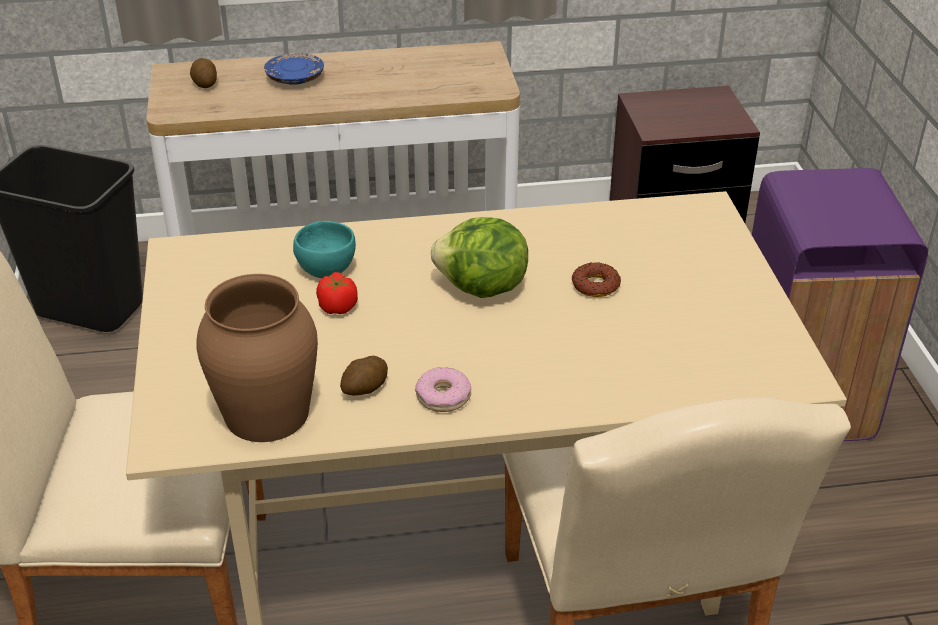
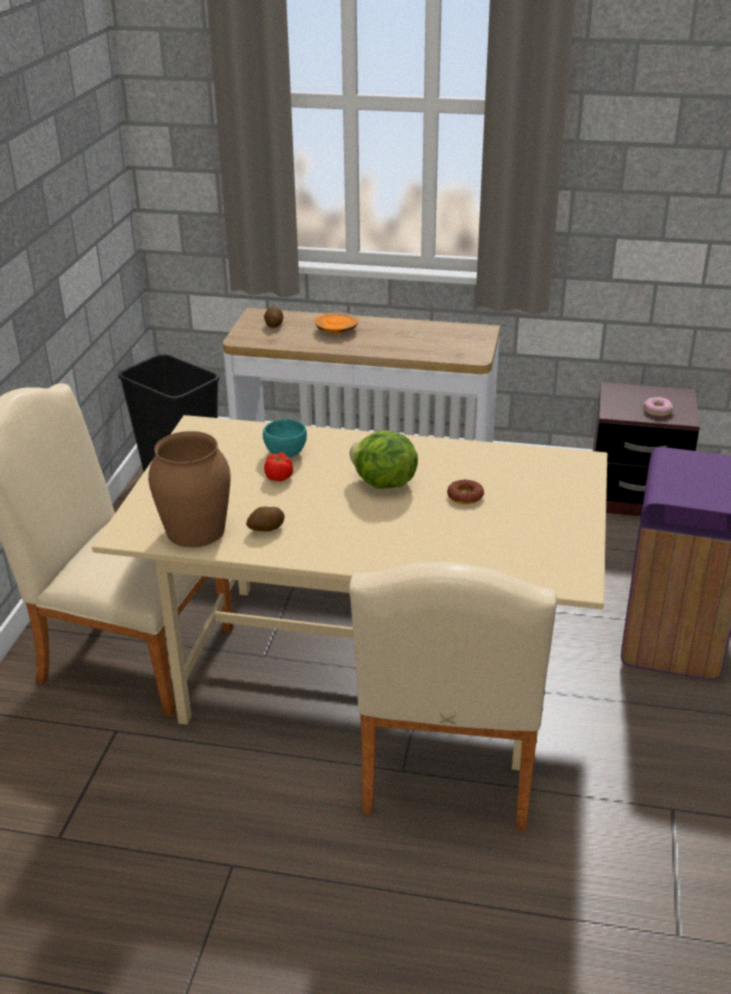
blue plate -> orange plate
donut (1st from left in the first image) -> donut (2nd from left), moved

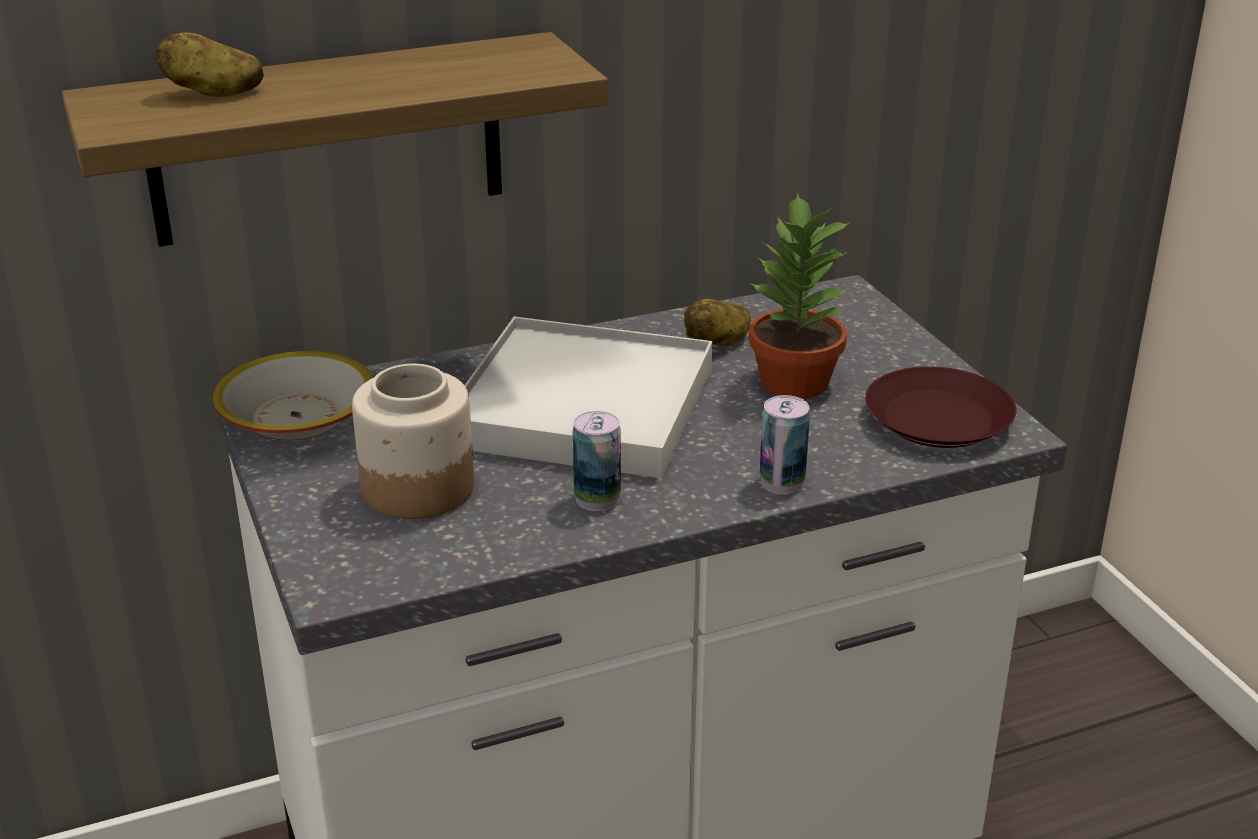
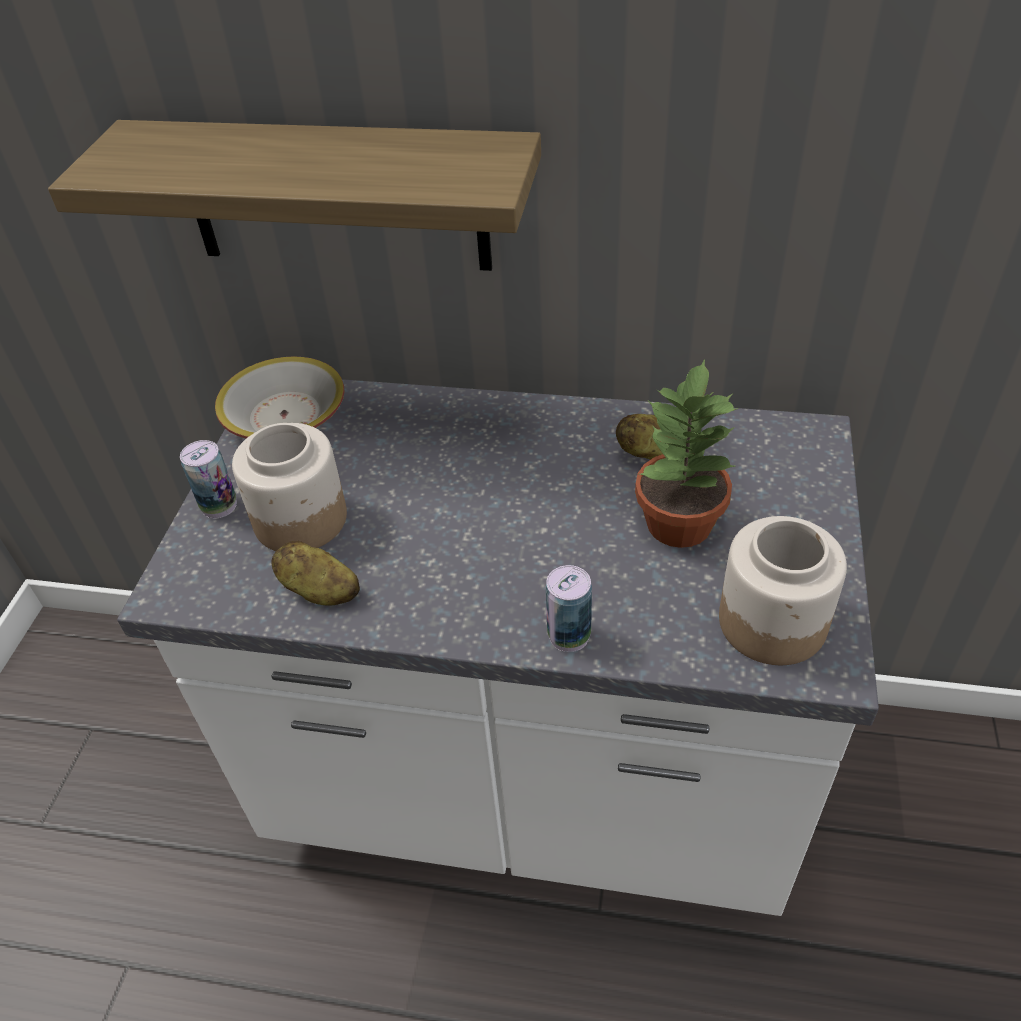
potato (1st from left), moved
white tray -> none
can (1st from left), moved
brown plate -> jar (2nd from left)

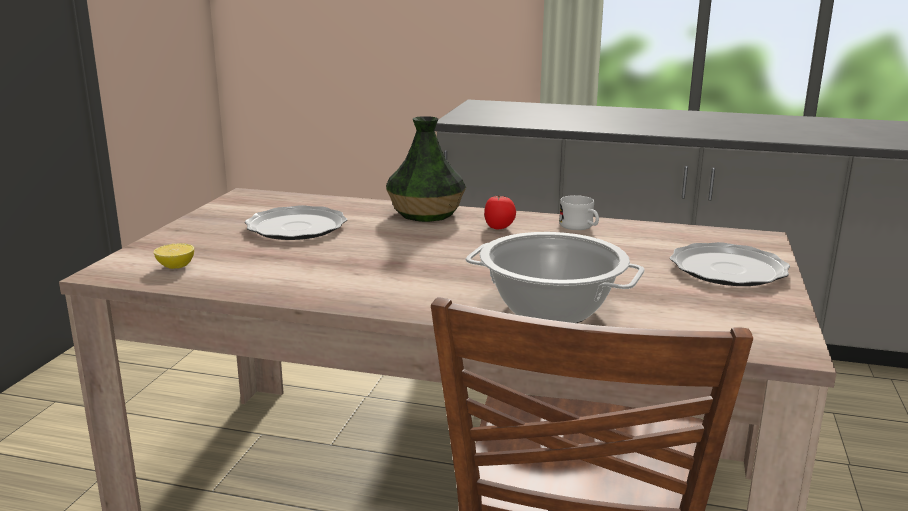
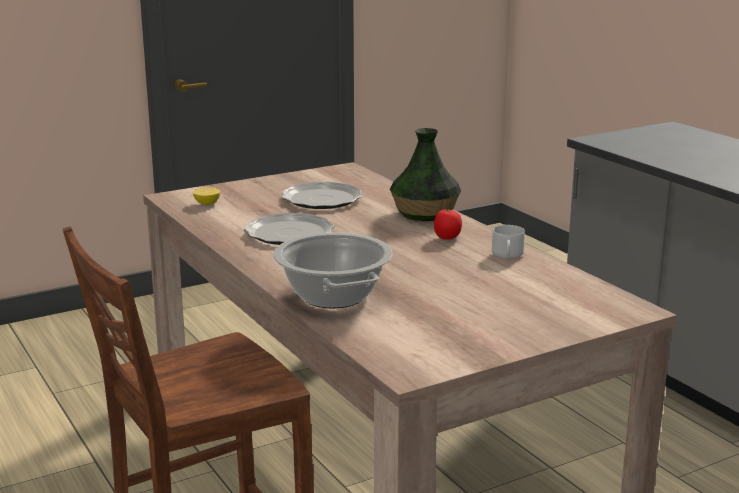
plate (2nd from left in the first image) -> plate (1st from left), moved

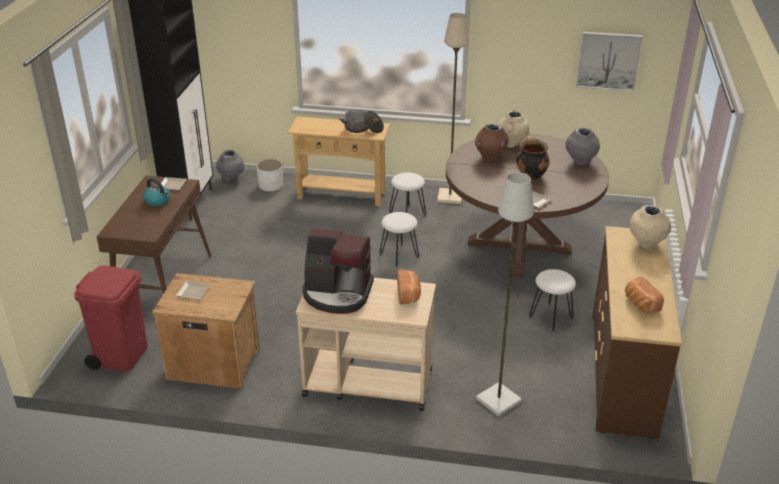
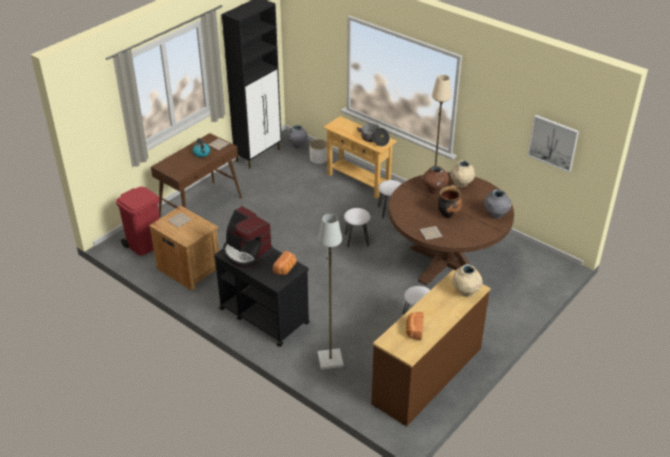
beige cart -> black cart

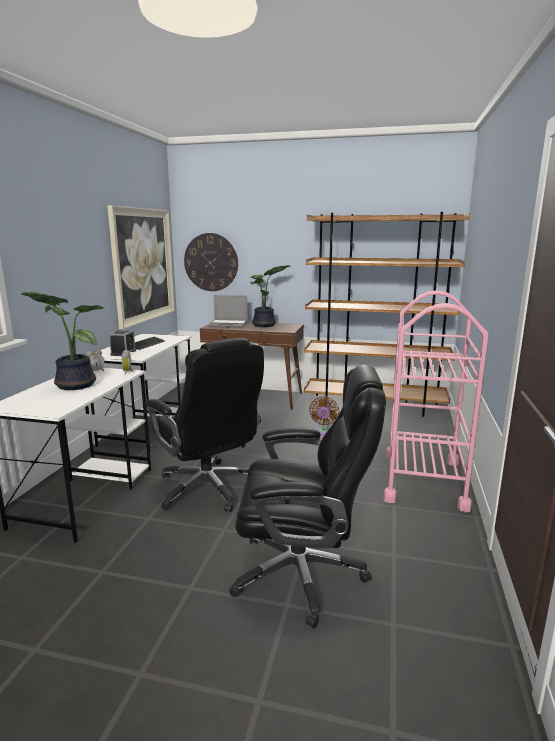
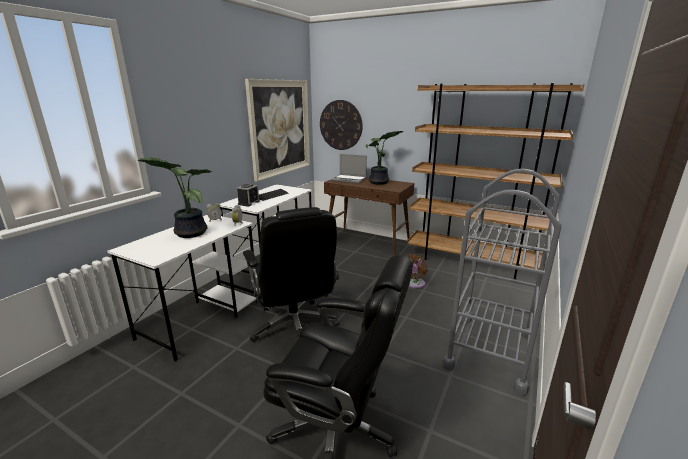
pink cart -> grey cart

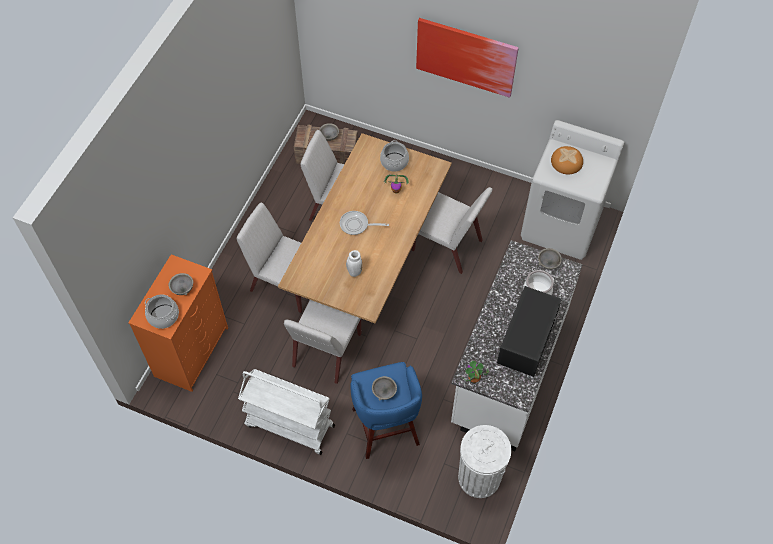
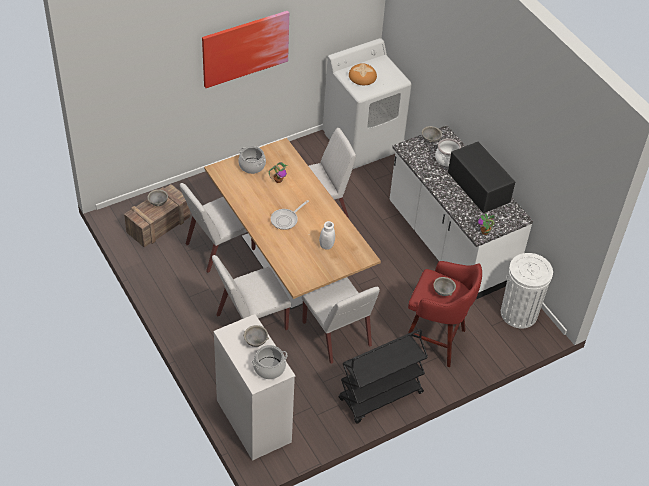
orange dresser -> white dresser
white cart -> black cart
blue stool -> red stool

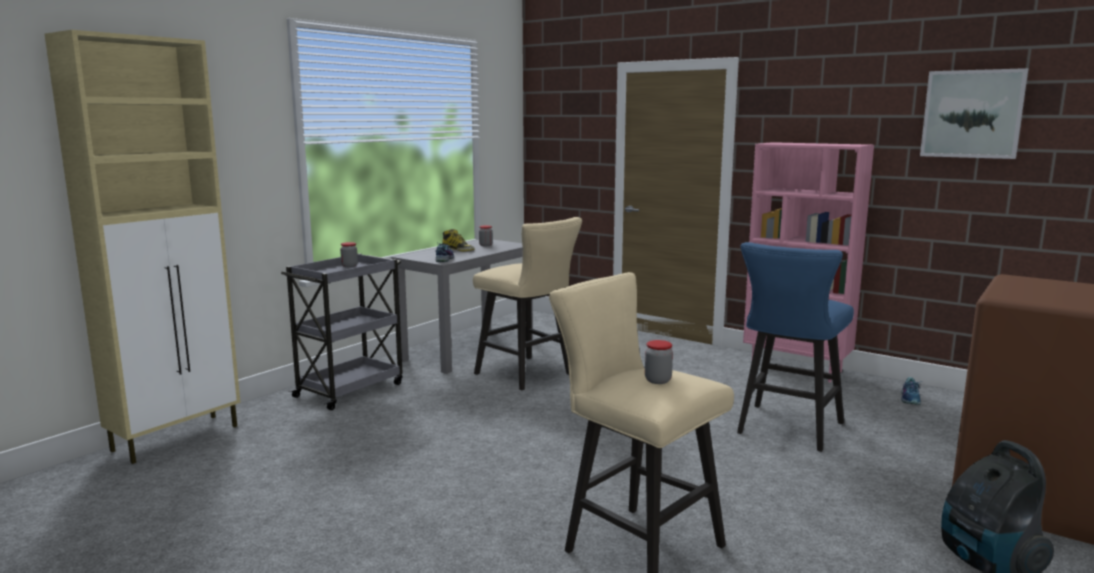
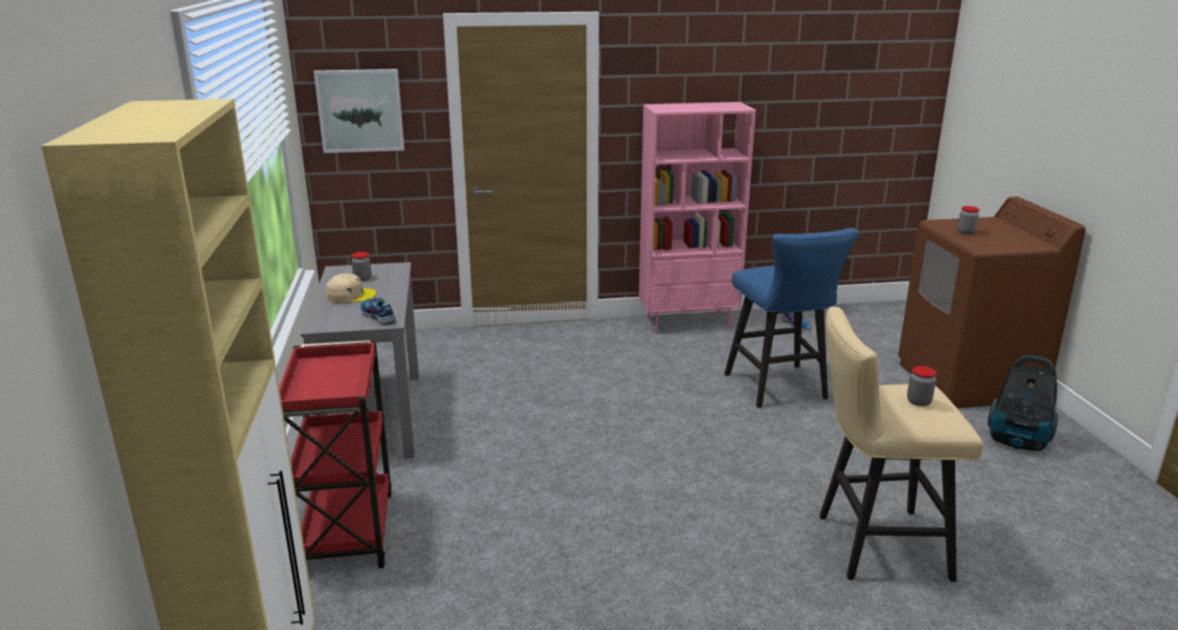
grey cart -> red cart
jar (1st from left in the first image) -> jar (3rd from left), moved
boot -> beige cap
beige stool (1st from left) -> none
picture, moved

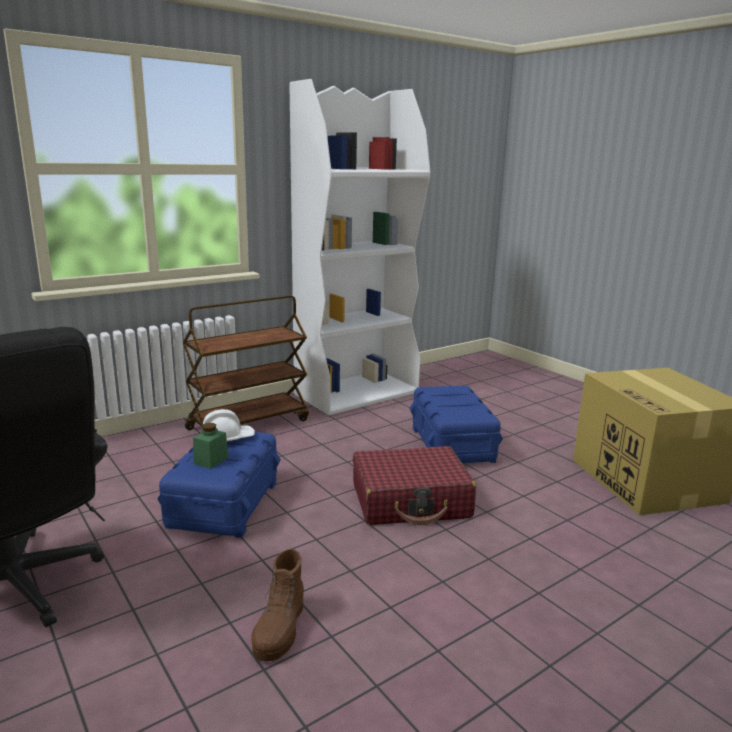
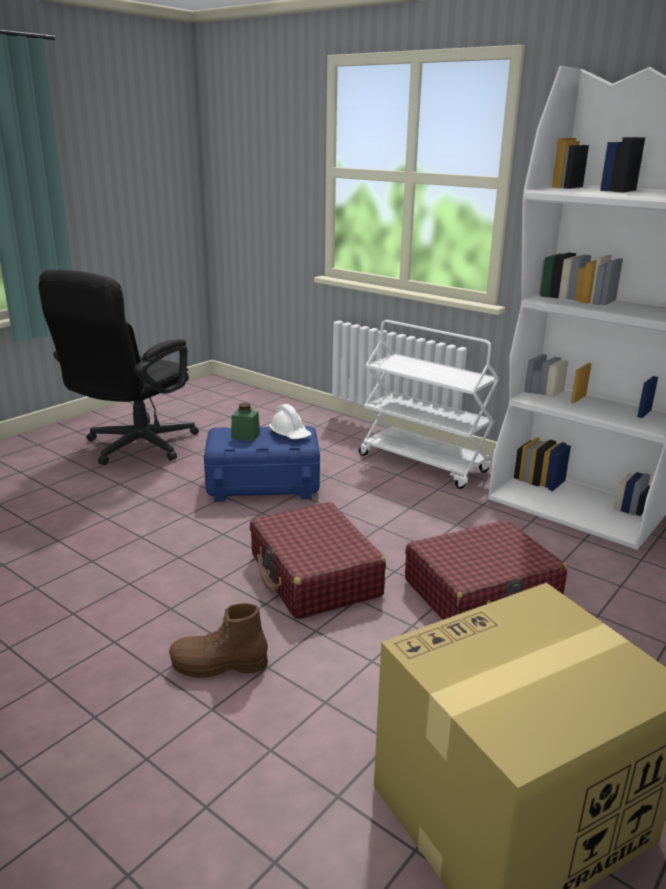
brown cart -> white cart
brown boot, moved
blue storage box (2nd from left) -> red suitcase (2nd from left)

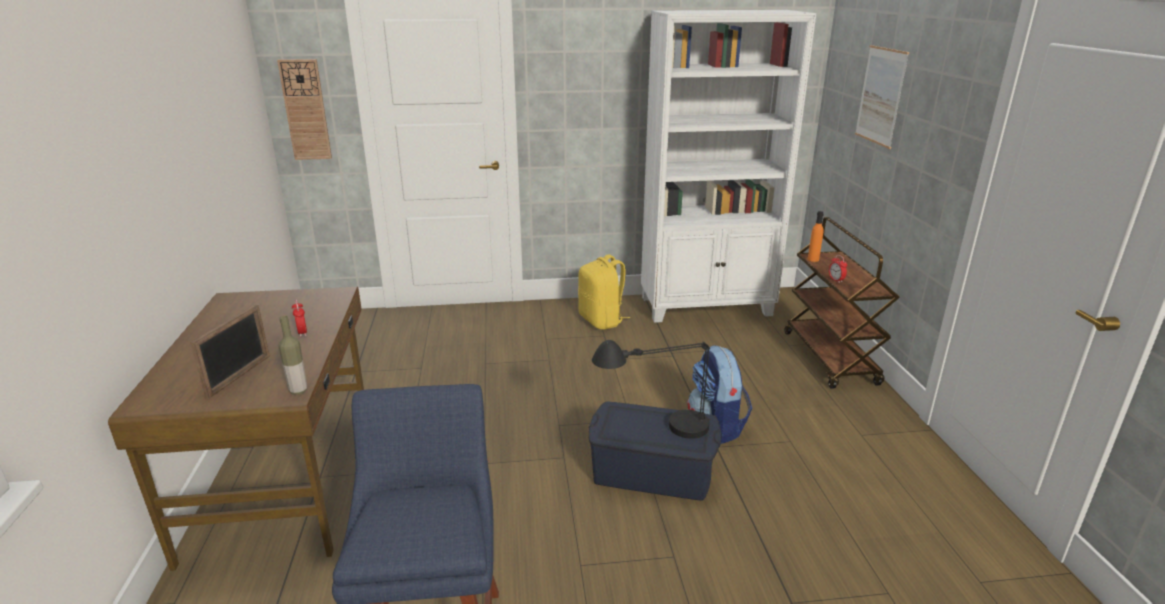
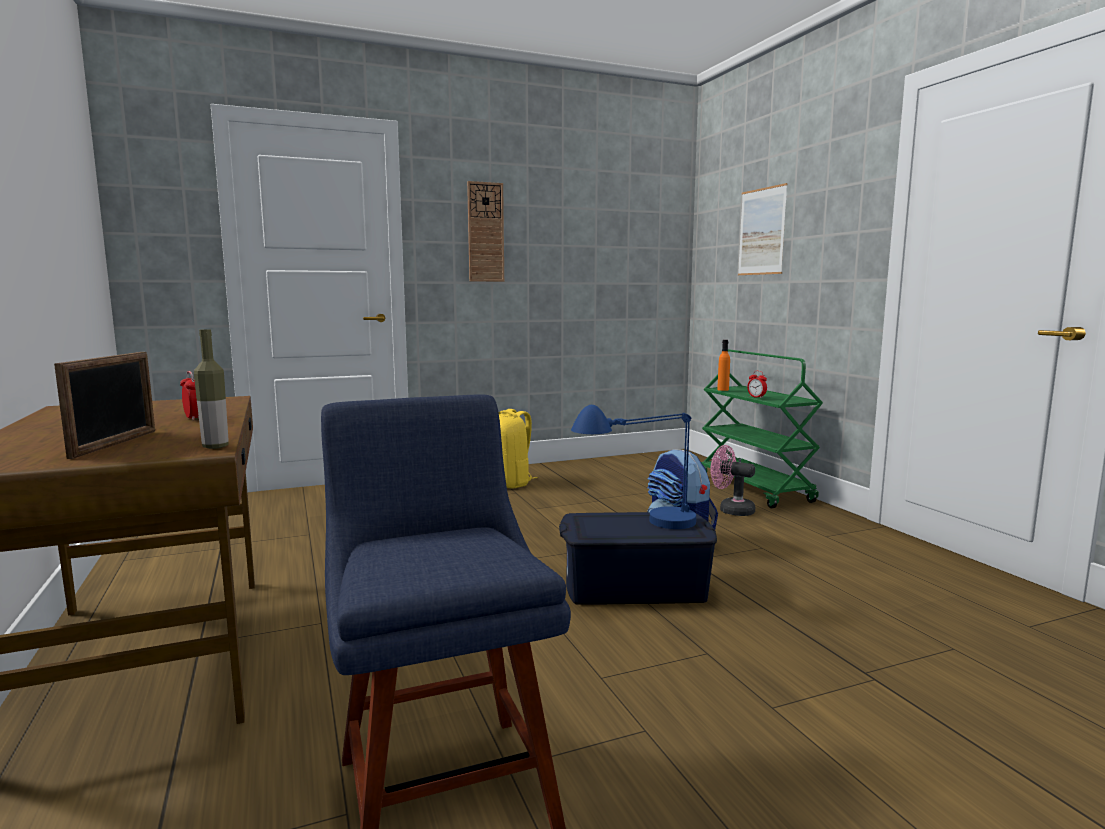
wall clock, moved
black table lamp -> blue table lamp
white bookcase -> none
brown cart -> green cart
none -> pink fan

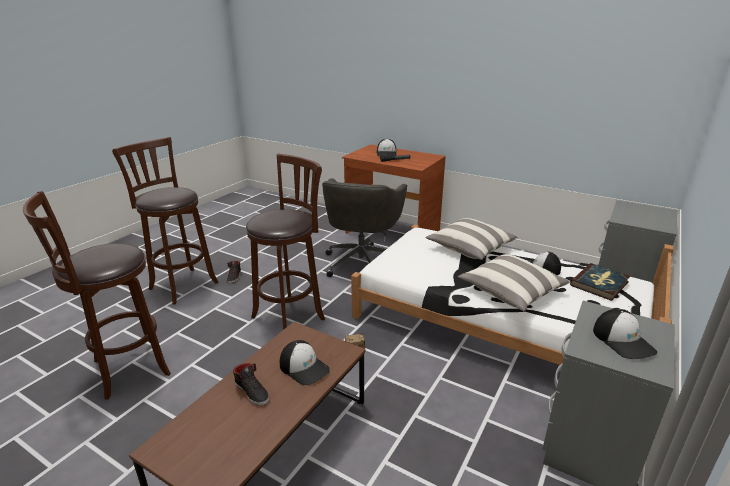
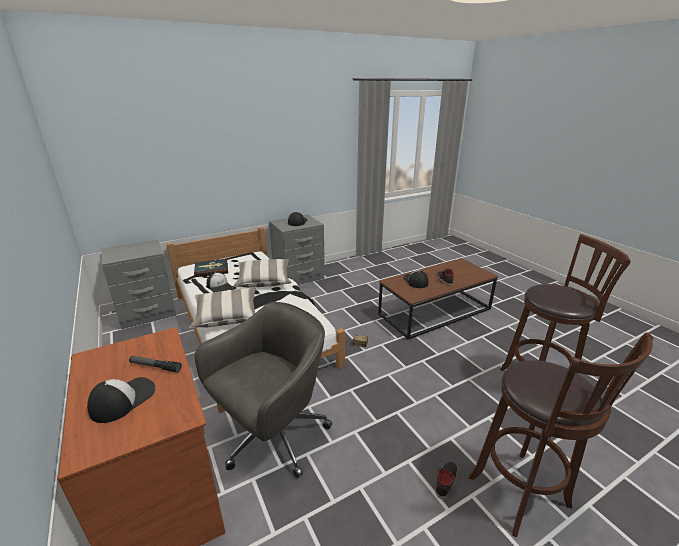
brown stool (3rd from left) -> none

